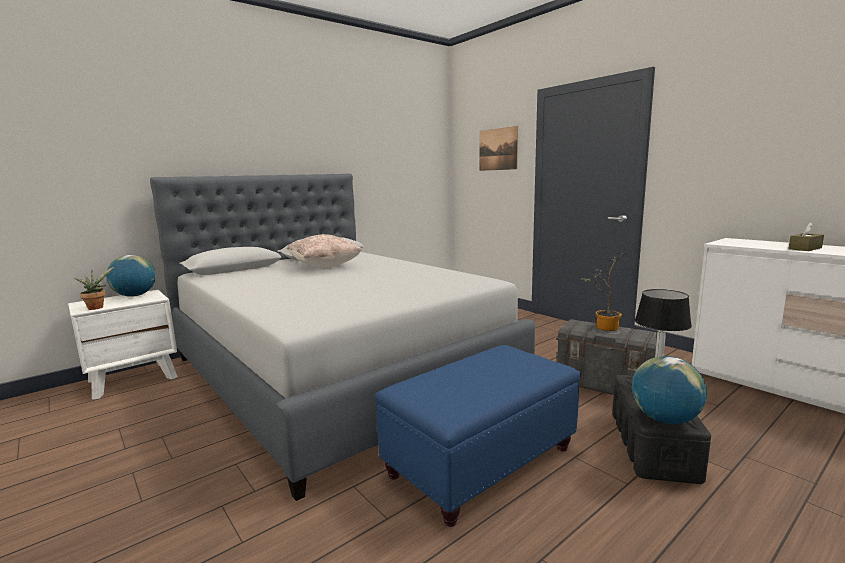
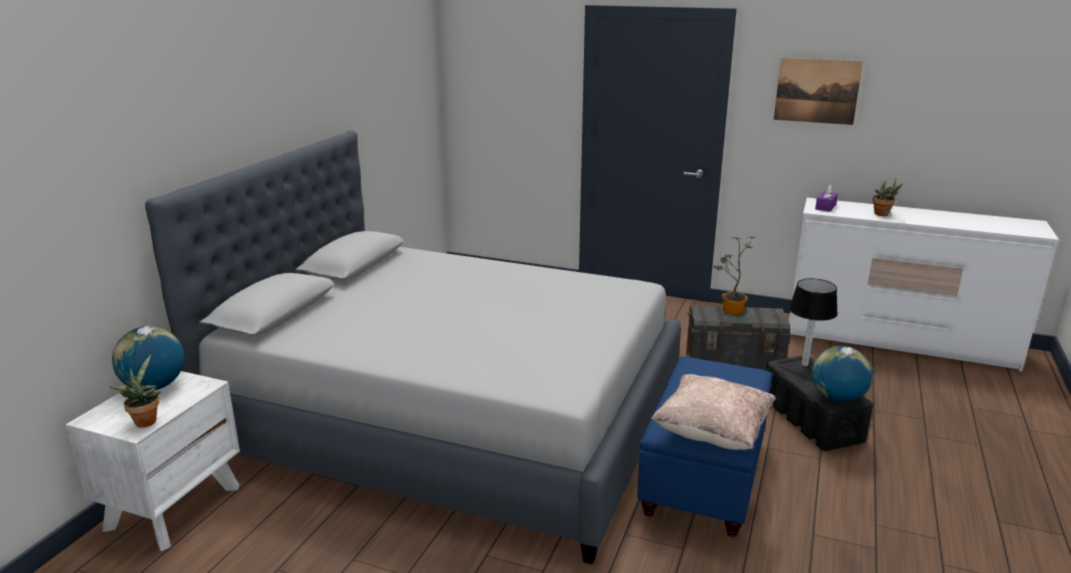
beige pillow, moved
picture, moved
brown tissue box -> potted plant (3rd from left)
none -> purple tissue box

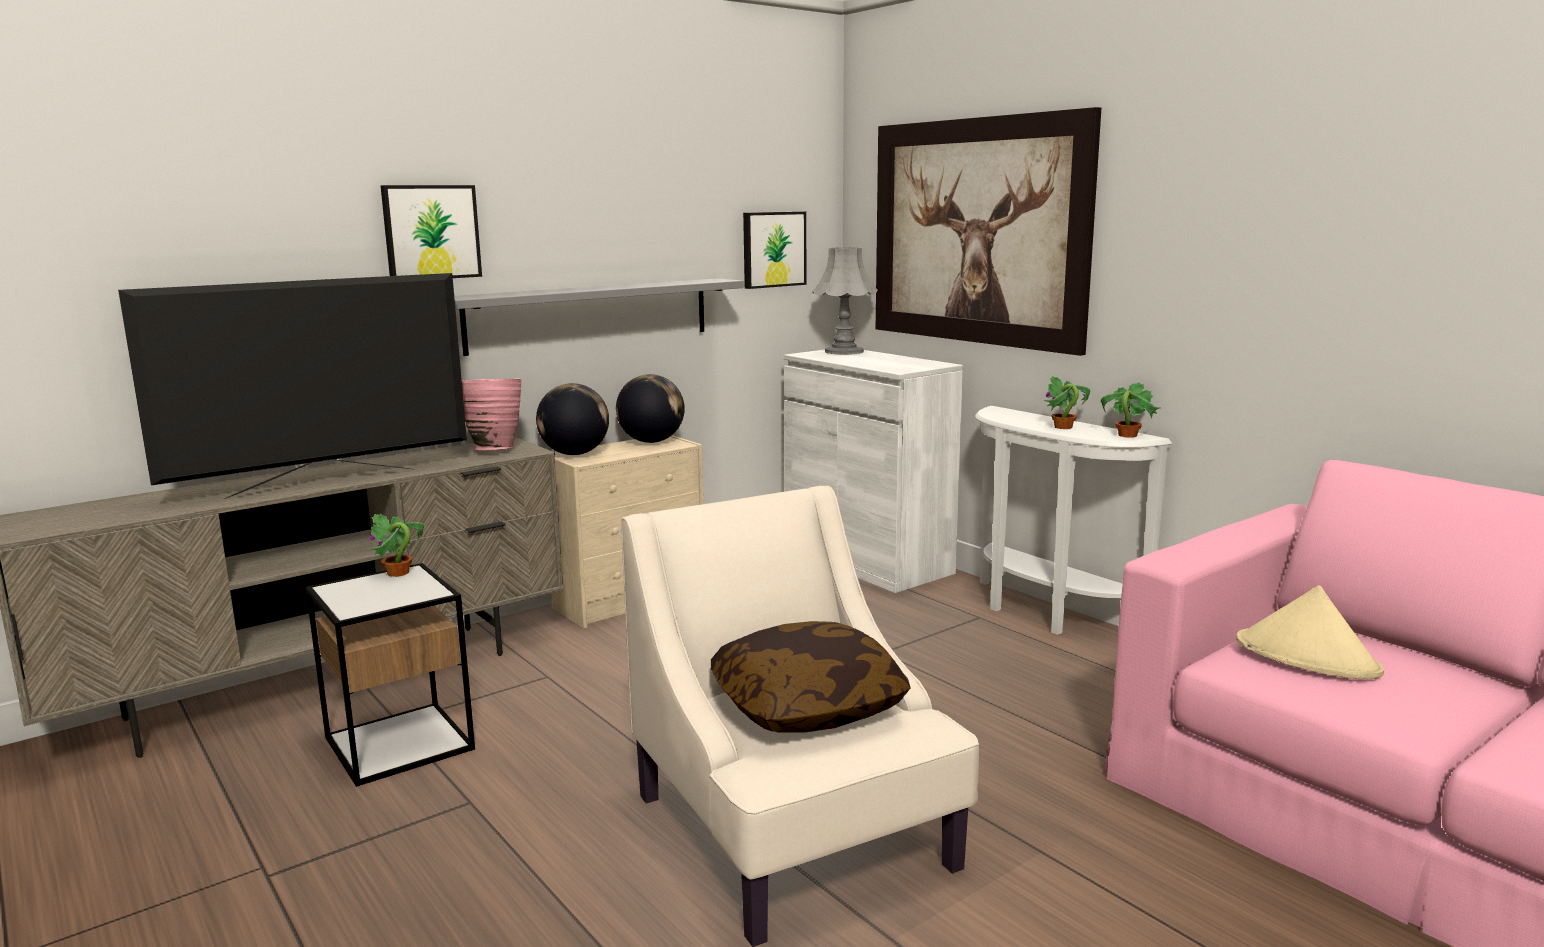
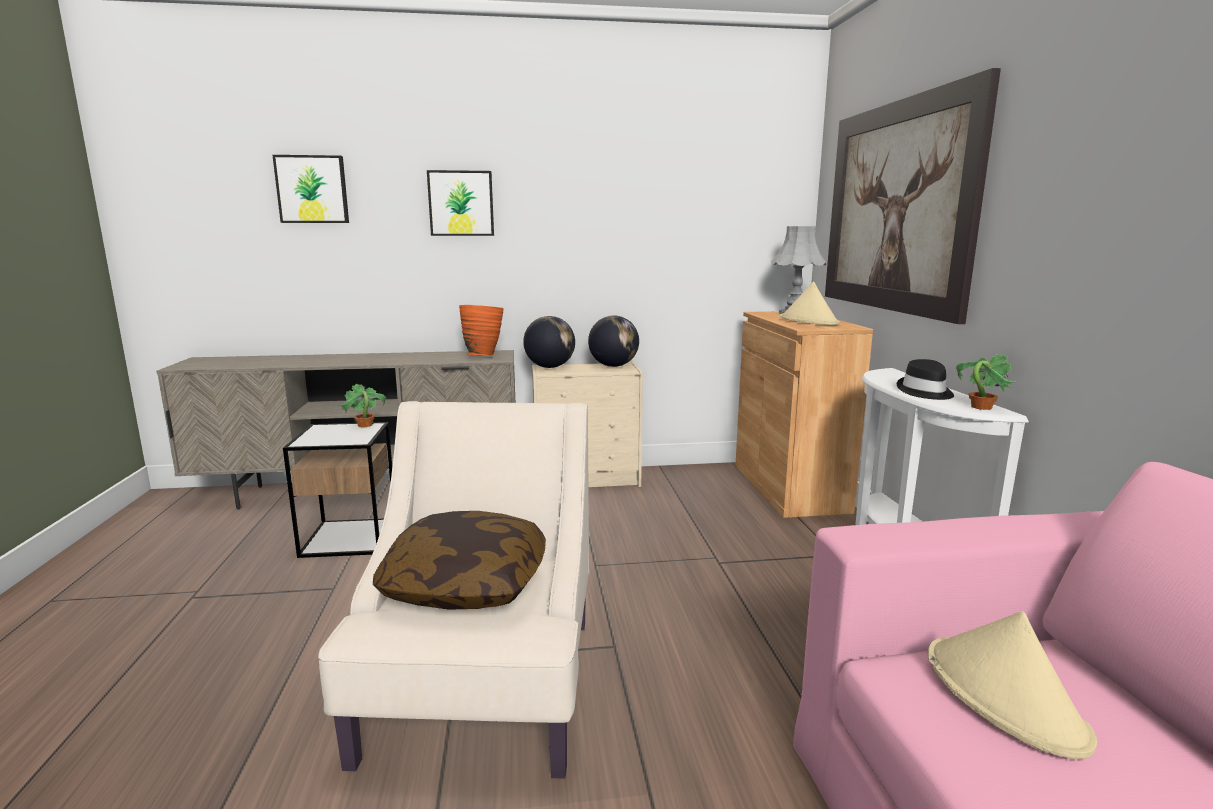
television -> none
grey shelf -> none
pink vase -> orange vase
picture (2nd from left in the first image) -> picture (1st from left), moved
white cabinet -> brown cabinet
potted plant (2nd from left) -> black hat
none -> beige hat (1st from left)

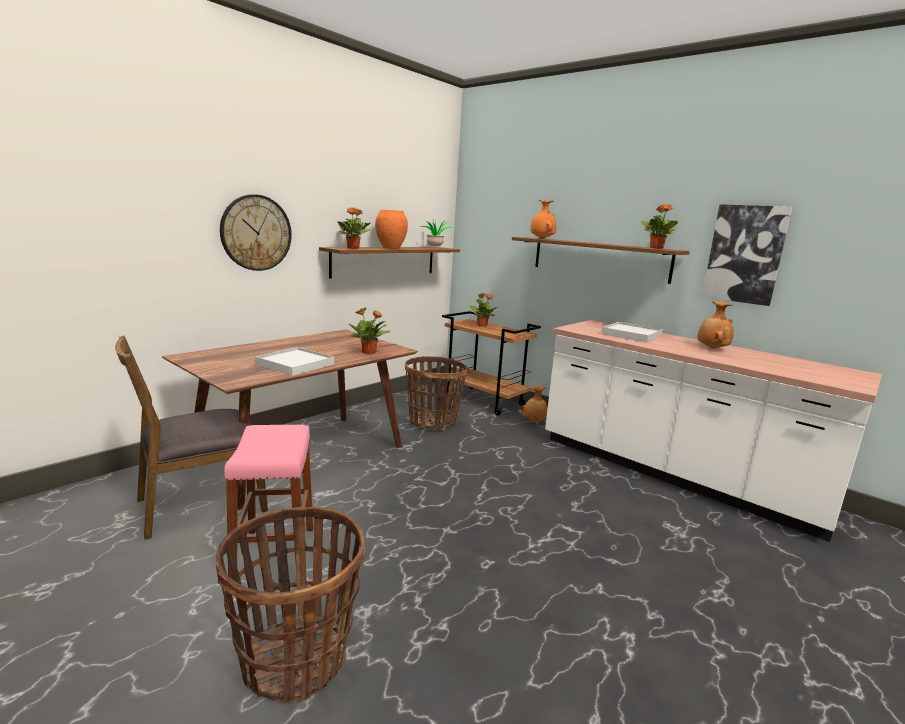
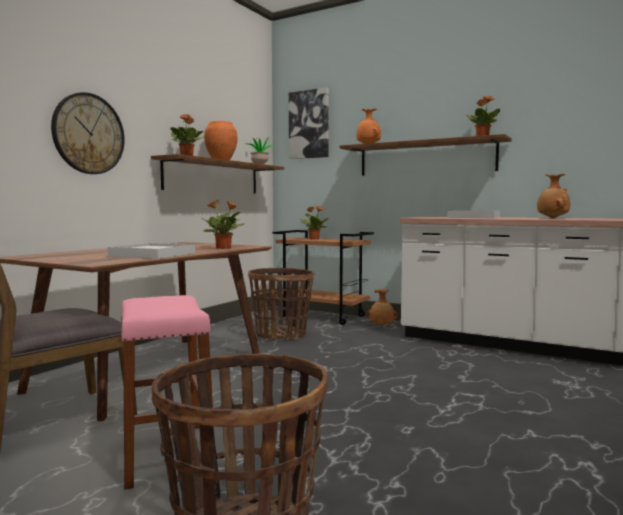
picture, moved

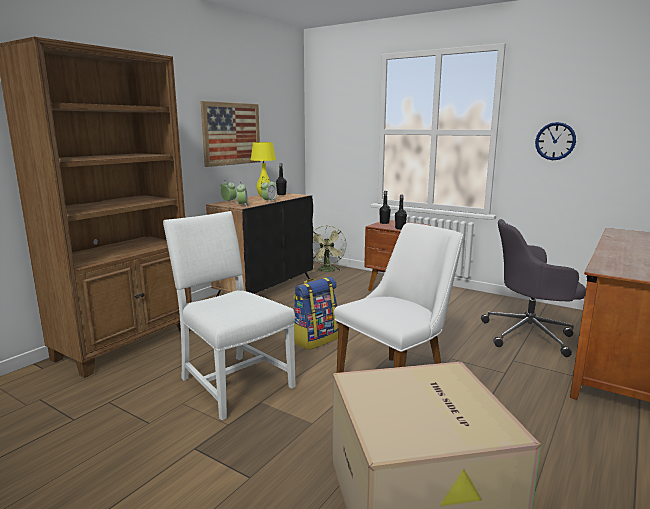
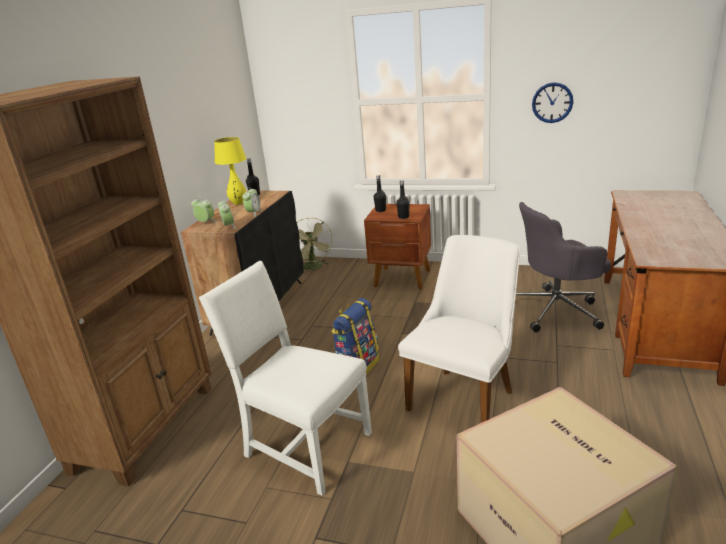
picture -> none

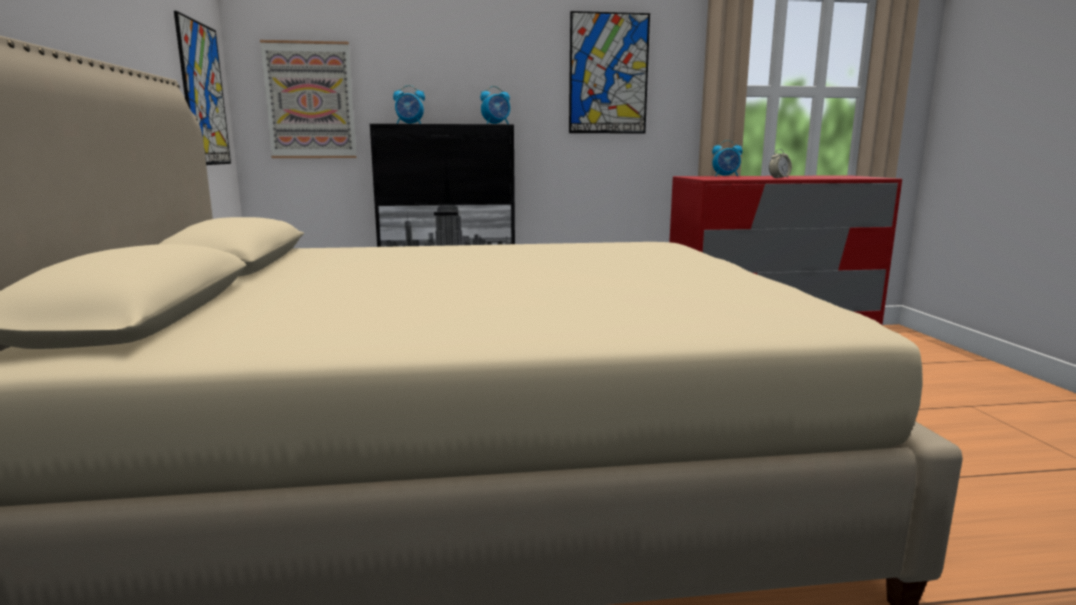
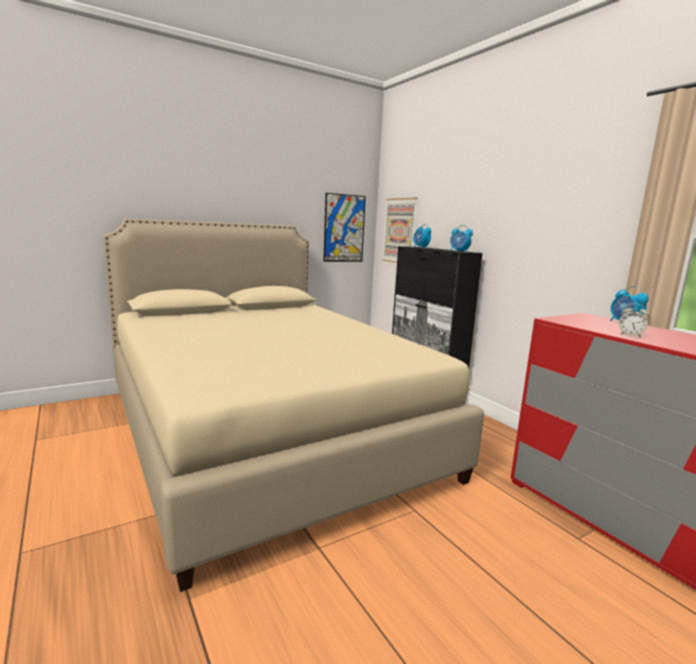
picture (3rd from left) -> none

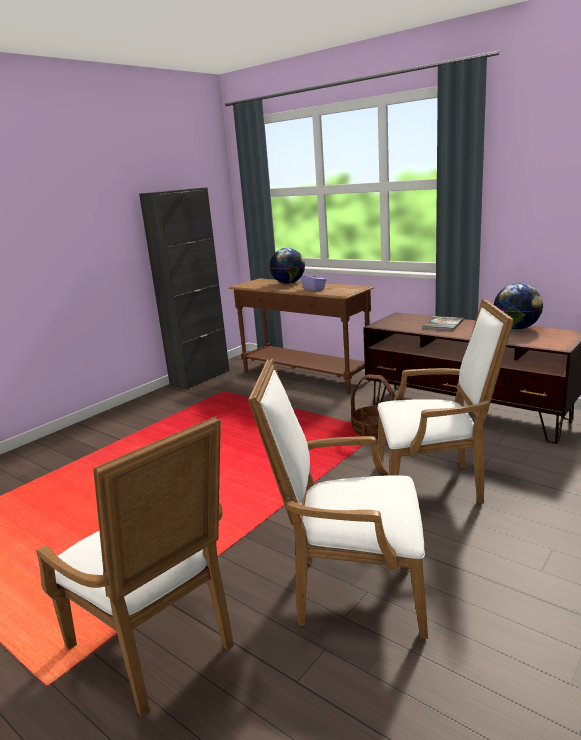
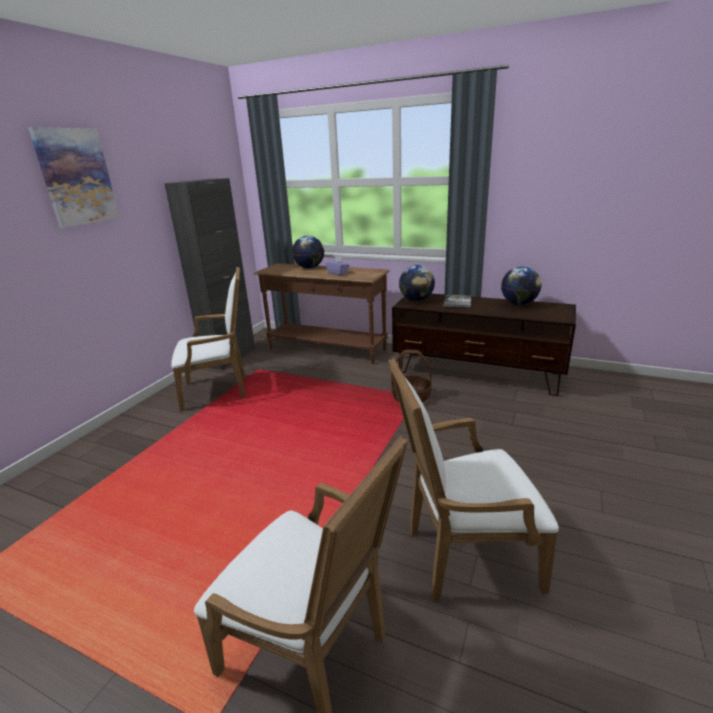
white armchair (3rd from left in the first image) -> white armchair (1st from left), moved
none -> picture
none -> globe (2nd from left)

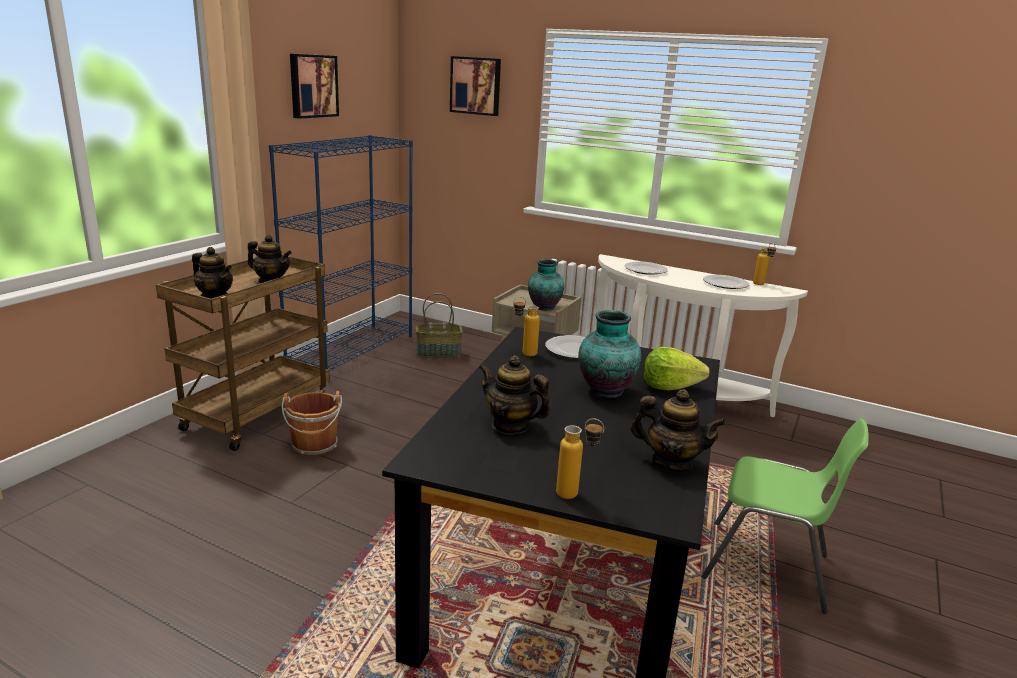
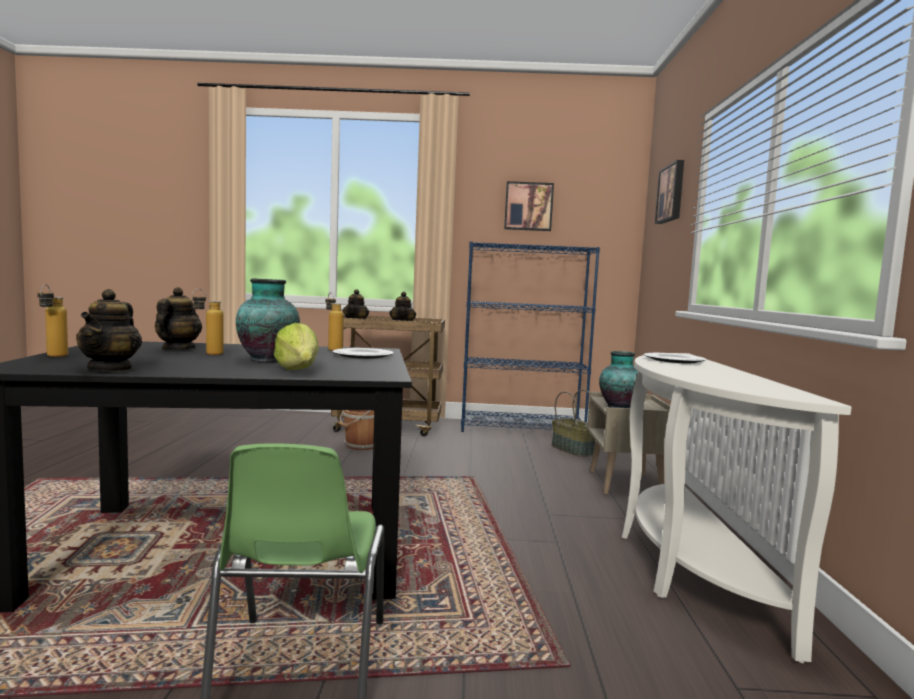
plate (3rd from left) -> none
bottle (3rd from left in the first image) -> bottle (2nd from left), moved

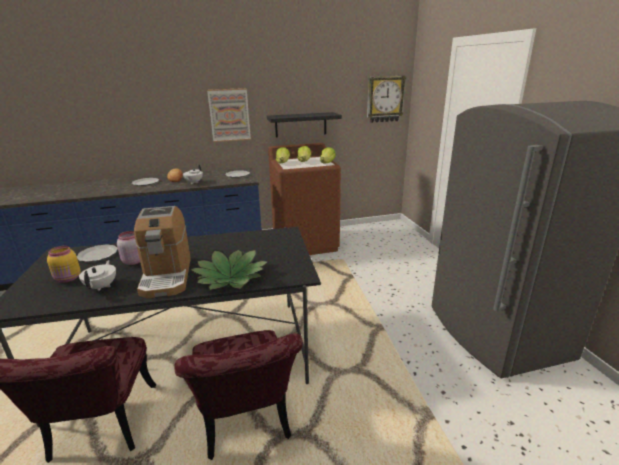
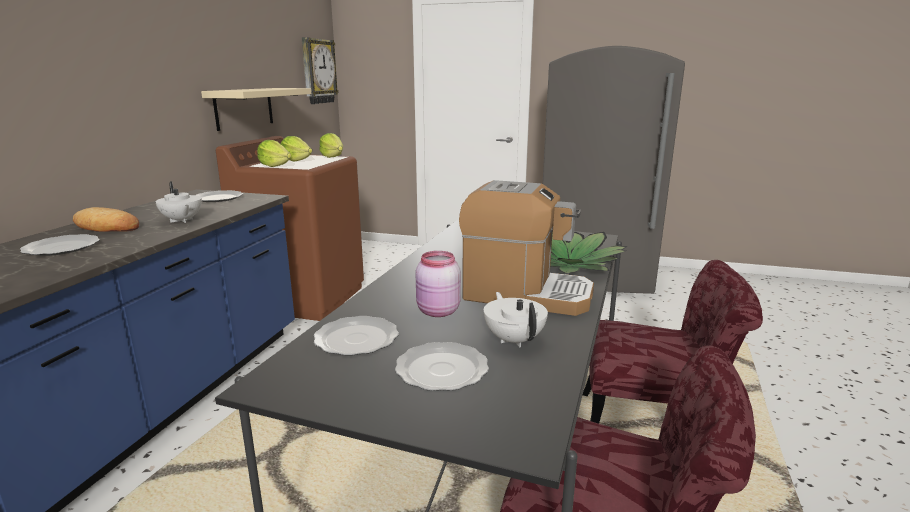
yellow jar -> plate (4th from left)
white teapot (1st from left in the first image) -> white teapot (2nd from left), 45 degrees clockwise
picture -> none
black shelf -> beige shelf

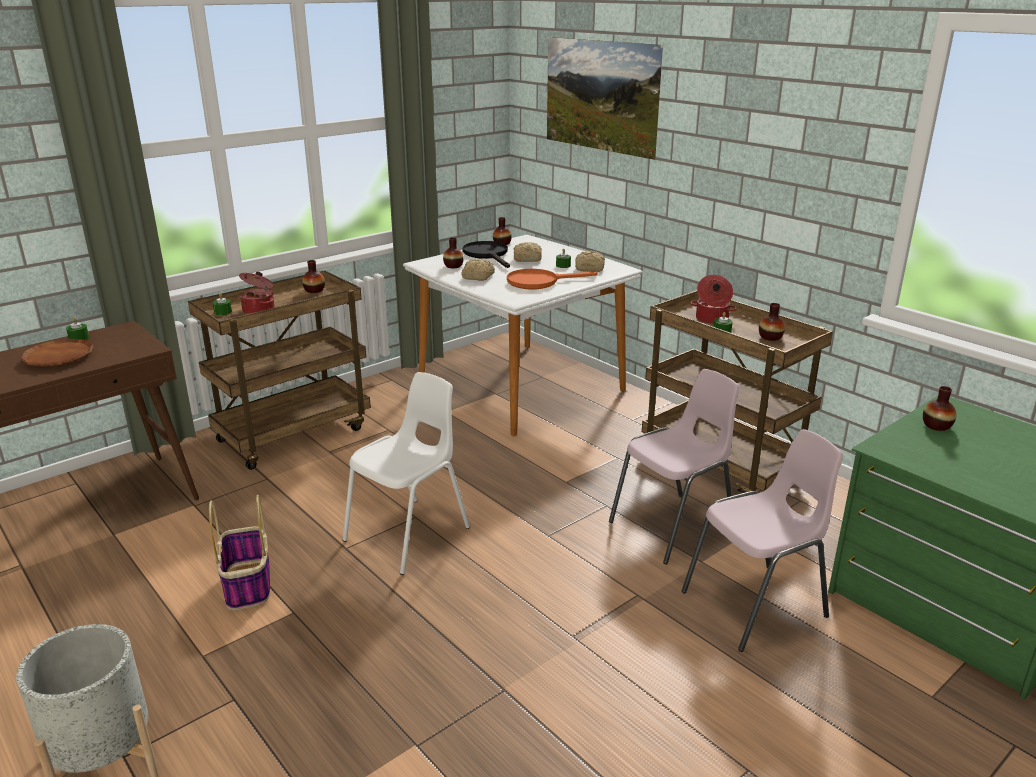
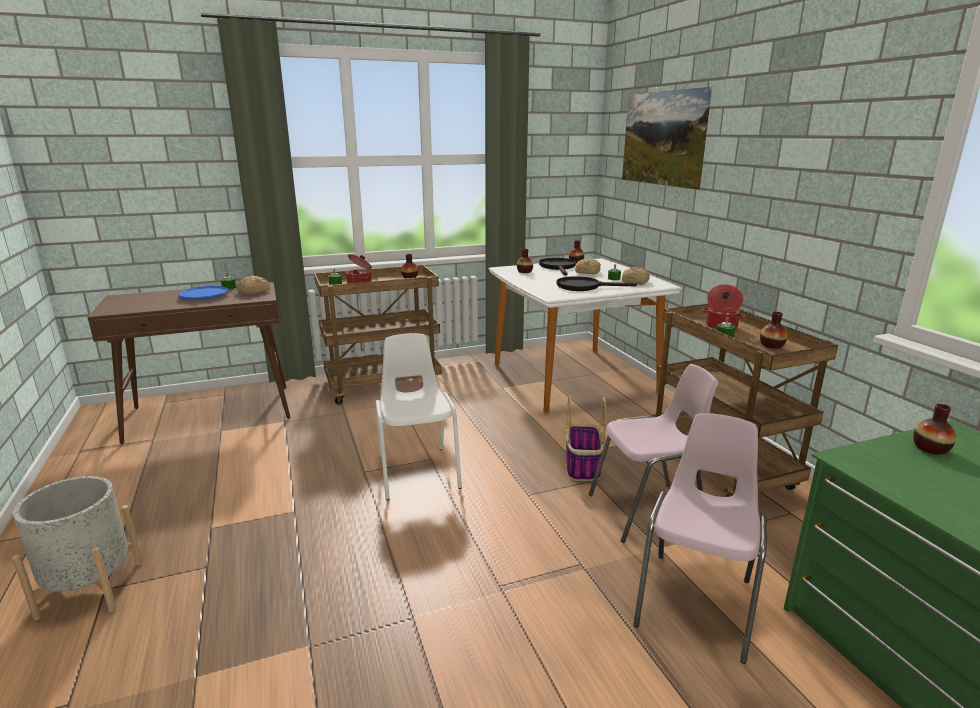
brown plate -> blue plate
basket, moved
white chair, 75 degrees counterclockwise
bread (1st from left), moved
orange frying pan -> black frying pan (2nd from left)
pink chair (2nd from left), 60 degrees counterclockwise

